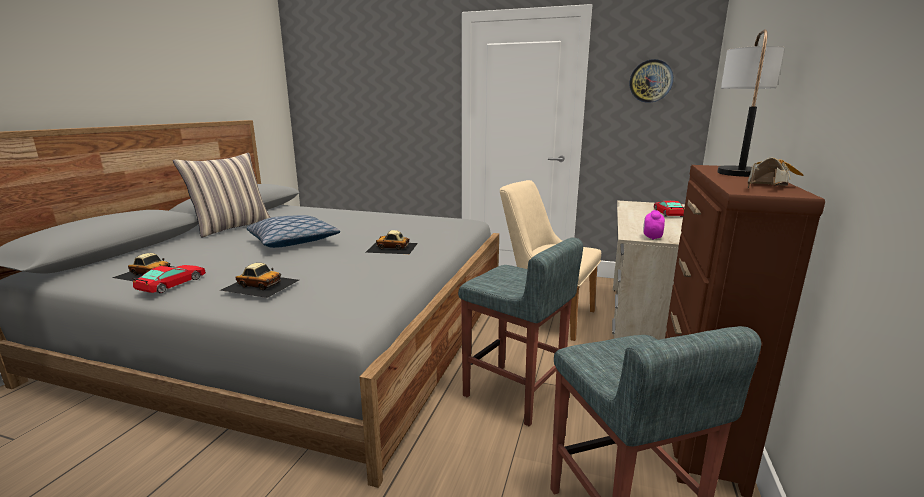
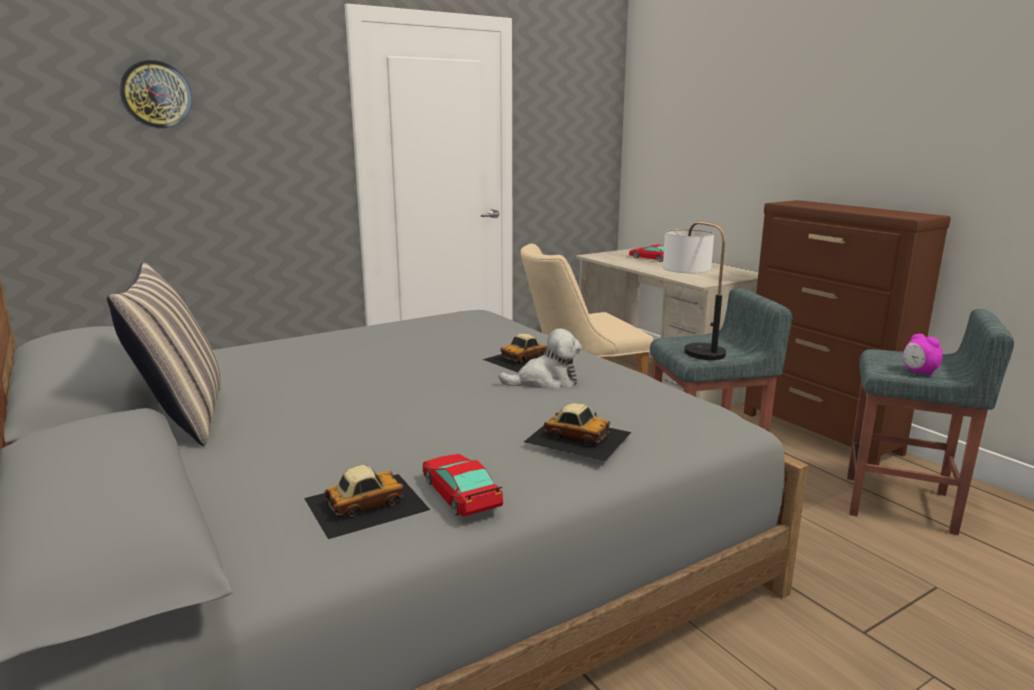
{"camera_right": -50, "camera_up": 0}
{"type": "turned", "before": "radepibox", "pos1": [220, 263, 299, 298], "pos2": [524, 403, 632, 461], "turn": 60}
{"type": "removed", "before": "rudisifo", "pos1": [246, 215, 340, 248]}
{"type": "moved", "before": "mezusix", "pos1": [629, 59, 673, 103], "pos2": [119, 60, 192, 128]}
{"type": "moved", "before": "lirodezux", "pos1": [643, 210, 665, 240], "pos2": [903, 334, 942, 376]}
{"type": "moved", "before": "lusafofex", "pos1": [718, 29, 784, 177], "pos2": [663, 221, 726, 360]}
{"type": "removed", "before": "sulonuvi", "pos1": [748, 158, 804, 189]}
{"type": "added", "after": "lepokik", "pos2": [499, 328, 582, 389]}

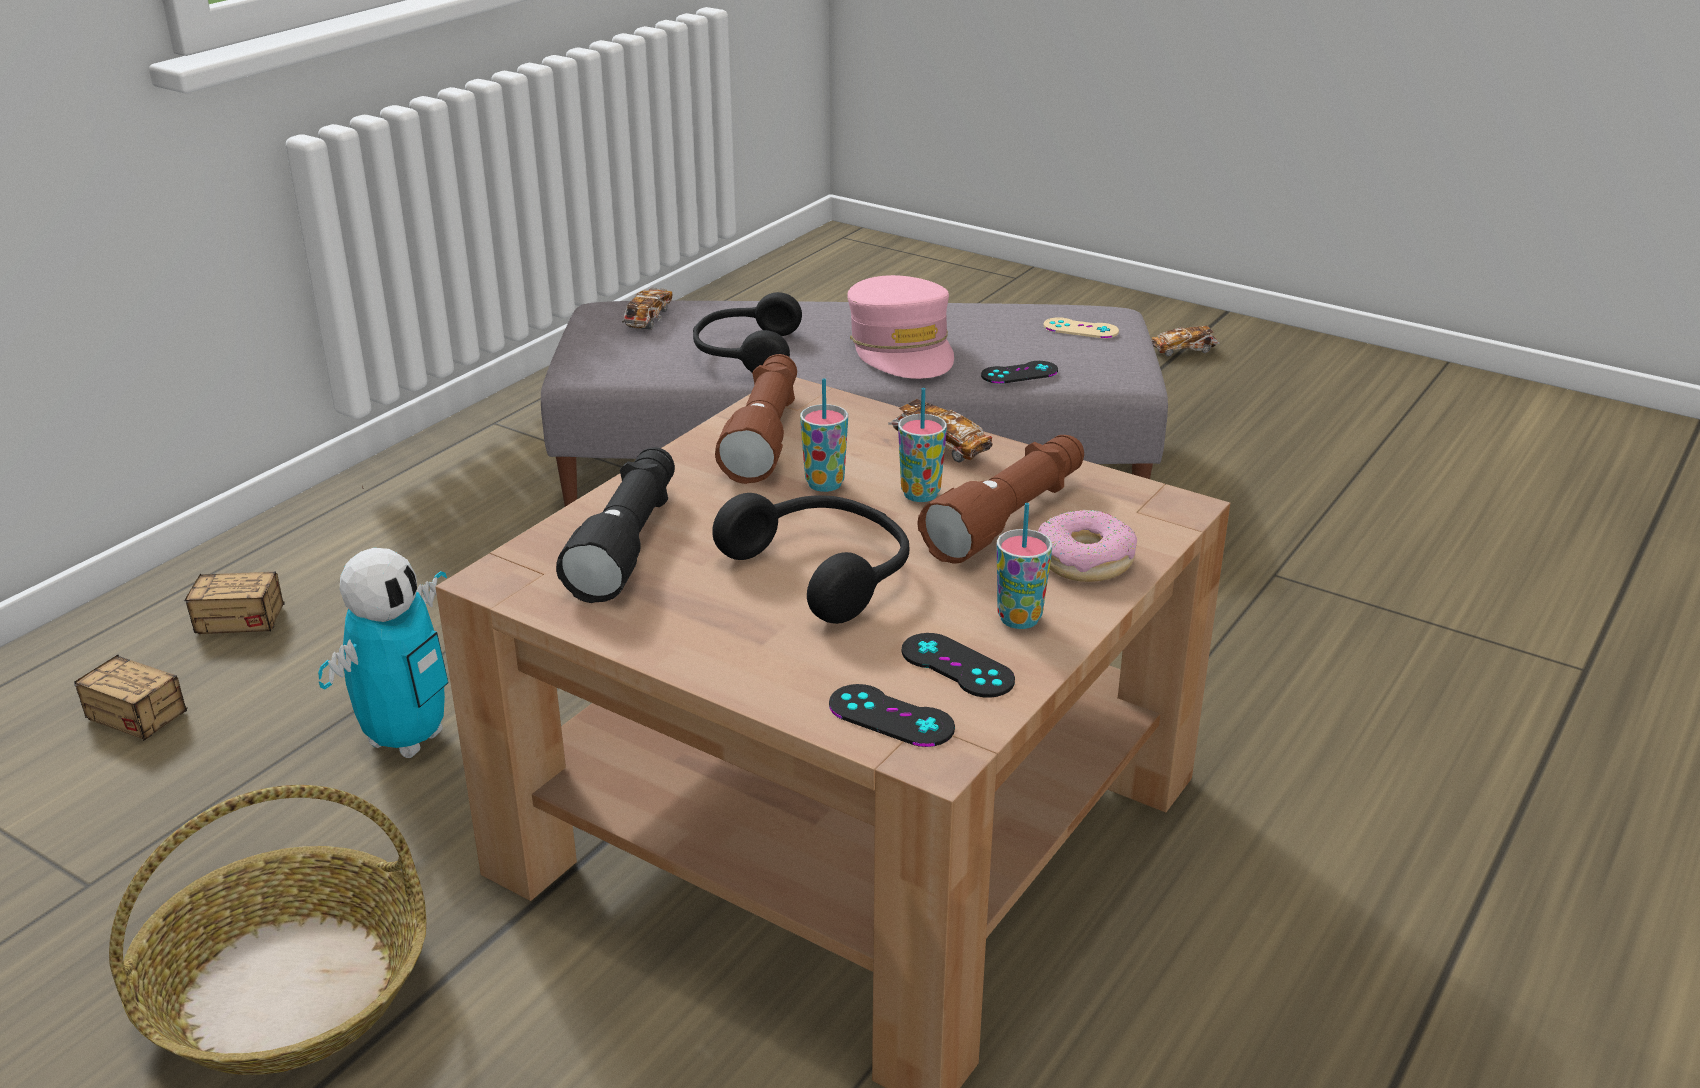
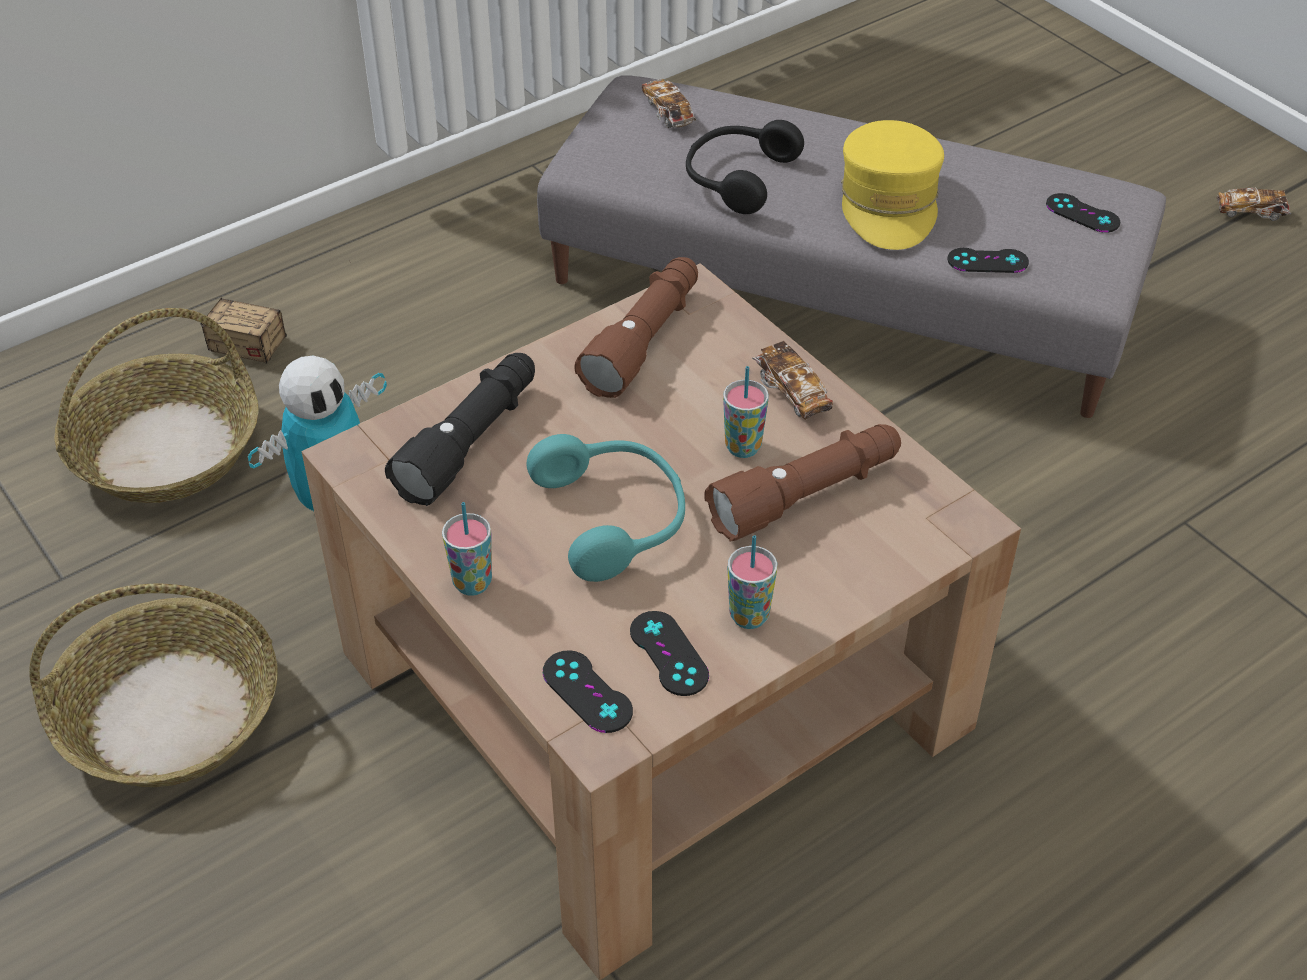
{"camera_right": 20, "camera_up": 15}
{"type": "replaced", "before": "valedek", "after": "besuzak", "pos1": [74, 615, 242, 741], "pos2": [54, 308, 259, 503]}
{"type": "turned", "before": "radepibox", "pos1": [621, 288, 672, 330], "pos2": [642, 79, 696, 128], "turn": -60}
{"type": "recoloured", "before": "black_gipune", "after": "turquoise_gipune", "pos1": [712, 493, 909, 624], "pos2": [526, 434, 685, 582]}
{"type": "moved", "before": "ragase", "pos1": [800, 378, 848, 492], "pos2": [442, 502, 492, 596]}
{"type": "recoloured", "before": "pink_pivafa", "after": "yellow_pivafa", "pos1": [847, 275, 954, 379], "pos2": [841, 120, 944, 250]}
{"type": "removed", "before": "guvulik", "pos1": [1038, 510, 1137, 582]}
{"type": "recoloured", "before": "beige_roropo", "after": "black_roropo", "pos1": [1043, 317, 1119, 338], "pos2": [1046, 193, 1120, 233]}

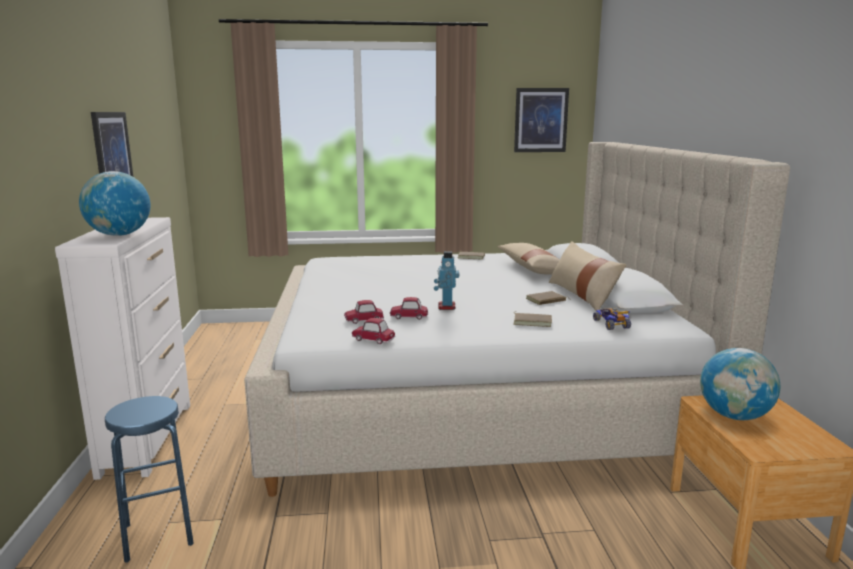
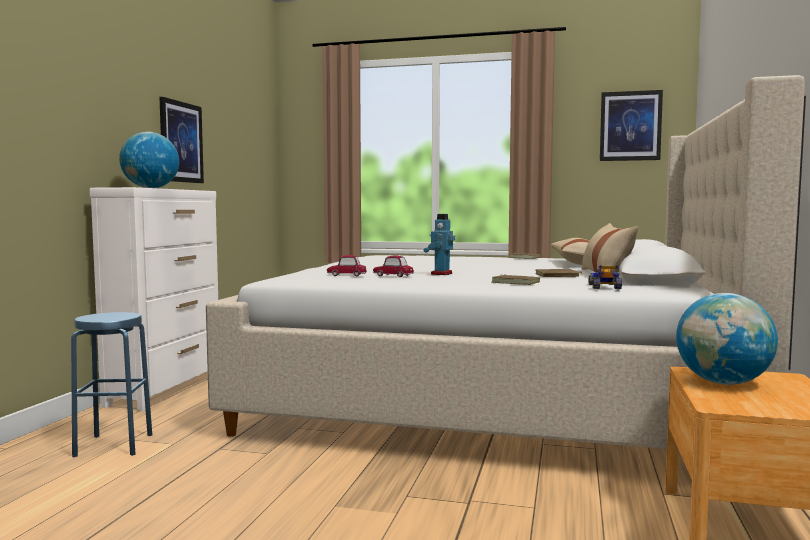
{"camera_right": 20, "camera_up": -10}
{"type": "removed", "before": "radepibox", "pos1": [352, 318, 395, 344]}

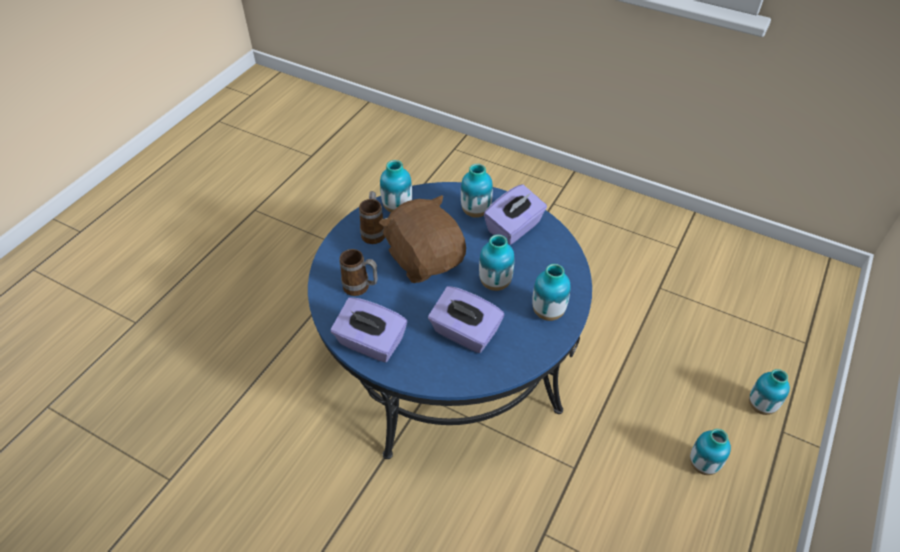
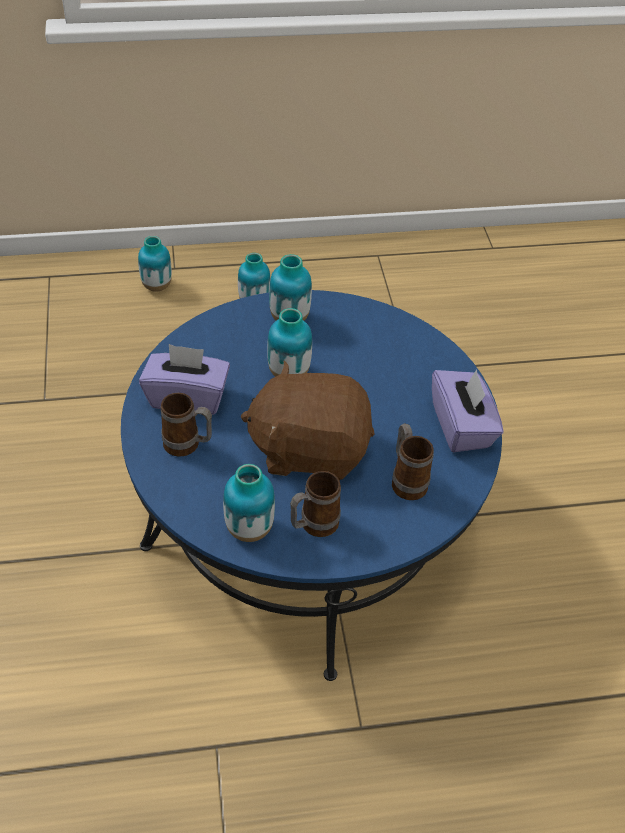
{"camera_right": -130, "camera_up": 0}
{"type": "turned", "before": "brown_lepokik", "pos1": [379, 195, 466, 283], "pos2": [241, 361, 375, 480], "turn": 75}
{"type": "removed", "before": "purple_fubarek", "pos1": [428, 286, 504, 353]}
{"type": "replaced", "before": "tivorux", "after": "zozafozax", "pos1": [461, 164, 493, 218], "pos2": [161, 393, 212, 457]}

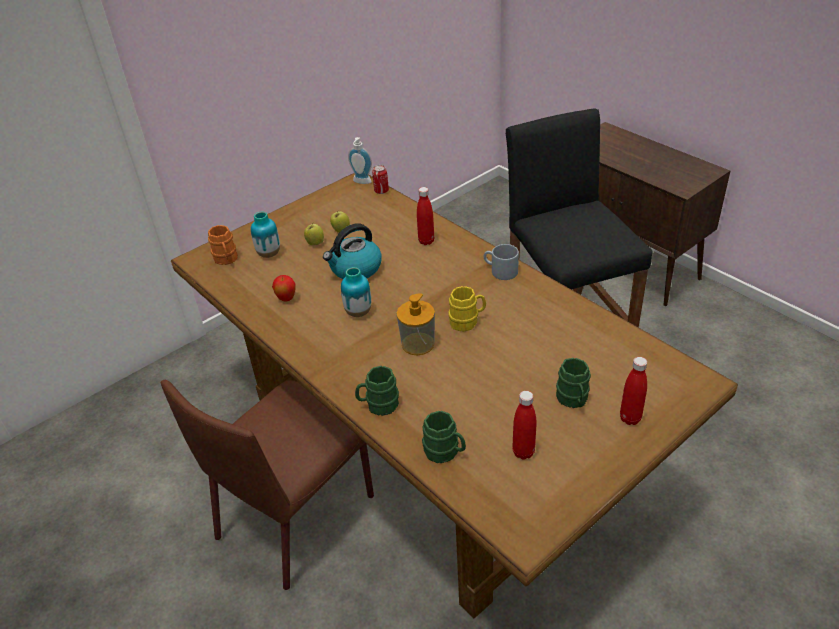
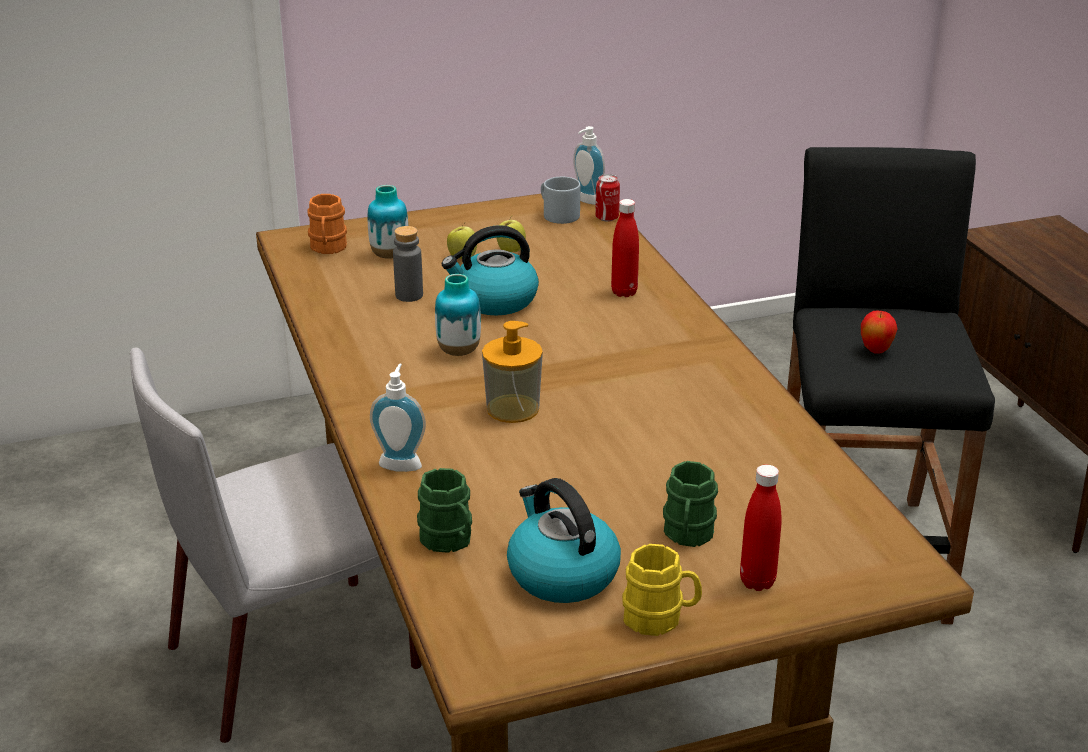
{"camera_right": 20, "camera_up": -10}
{"type": "recoloured", "before": "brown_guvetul", "after": "grey_guvetul", "pos1": [161, 380, 374, 590], "pos2": [130, 348, 422, 743]}
{"type": "moved", "before": "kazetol", "pos1": [272, 275, 295, 302], "pos2": [861, 311, 898, 354]}
{"type": "replaced", "before": "green_zozafozax", "after": "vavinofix", "pos1": [355, 366, 399, 416], "pos2": [370, 364, 426, 472]}
{"type": "moved", "before": "yellow_zozafozax", "pos1": [448, 286, 486, 332], "pos2": [622, 544, 702, 636]}
{"type": "moved", "before": "grey_zozafozax", "pos1": [484, 244, 519, 280], "pos2": [541, 177, 580, 224]}
{"type": "replaced", "before": "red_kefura", "after": "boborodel", "pos1": [512, 391, 536, 460], "pos2": [507, 478, 621, 603]}
{"type": "added", "after": "grey_kefura", "pos2": [393, 226, 423, 302]}

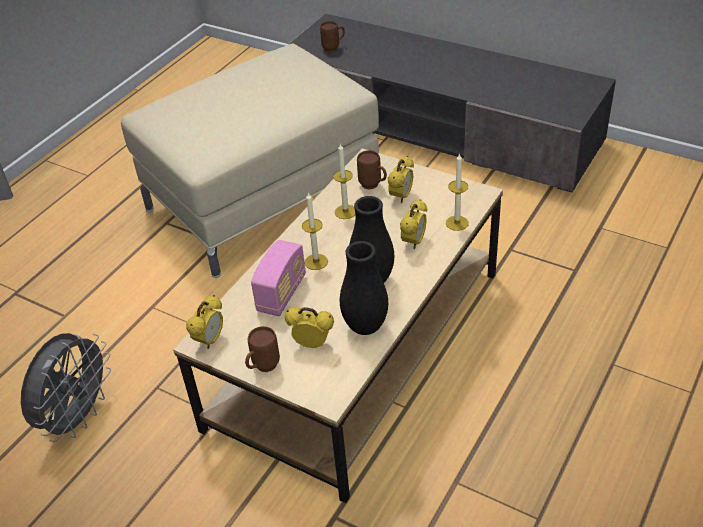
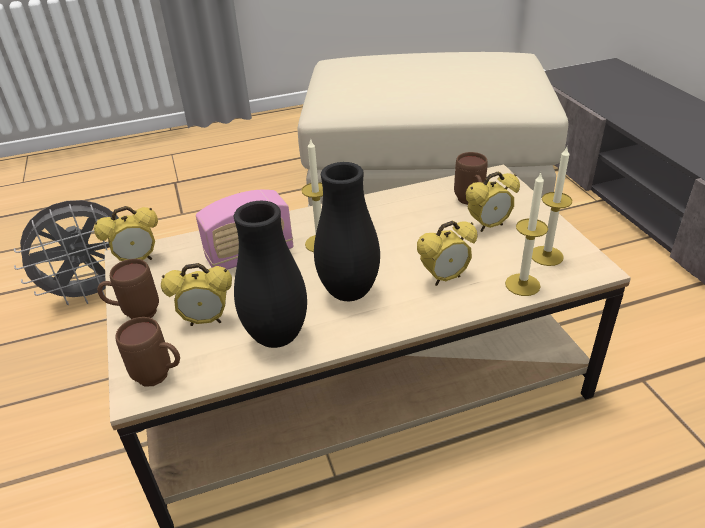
{"camera_right": 40, "camera_up": -5}
{"type": "turned", "before": "lirodezux", "pos1": [285, 307, 334, 348], "pos2": [161, 263, 232, 326], "turn": 120}
{"type": "moved", "before": "brown_zozafozax", "pos1": [320, 21, 345, 53], "pos2": [115, 317, 180, 387]}
{"type": "moved", "before": "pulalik", "pos1": [333, 143, 355, 219], "pos2": [532, 147, 572, 266]}

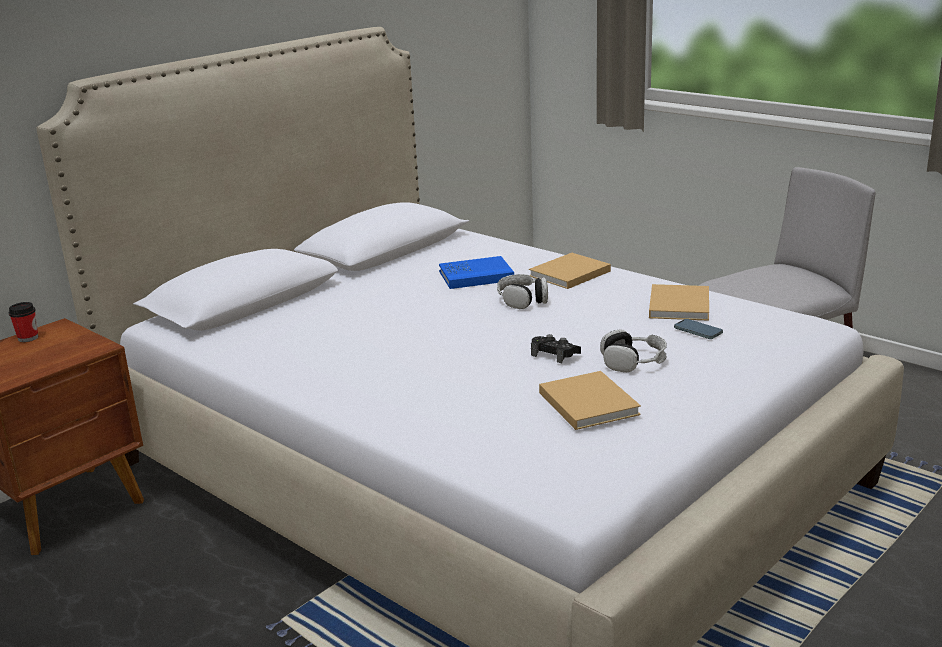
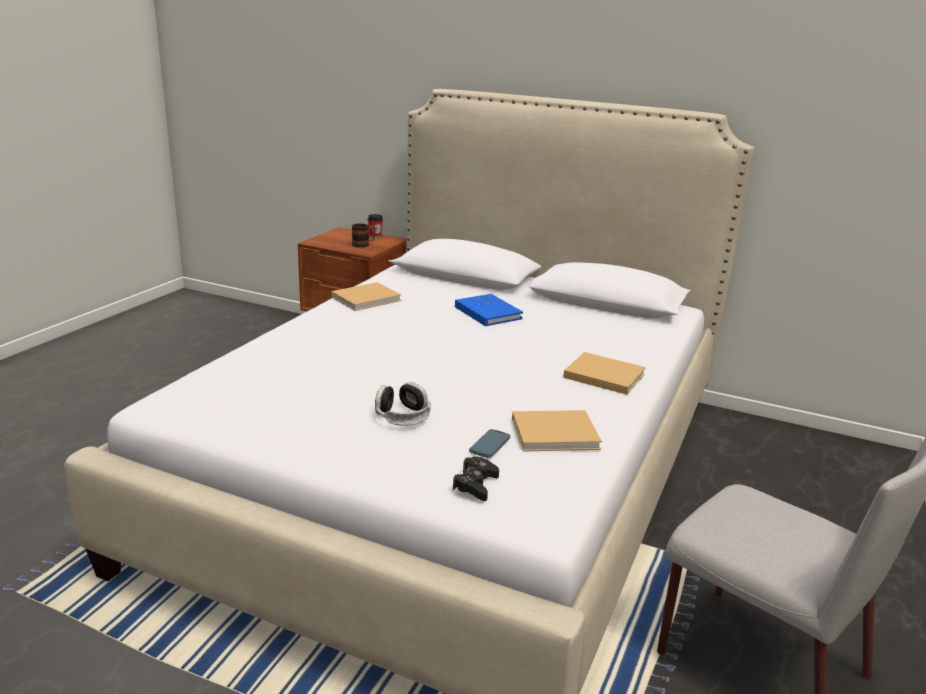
{"camera_right": 70, "camera_up": 0}
{"type": "moved", "before": "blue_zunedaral", "pos1": [439, 256, 514, 289], "pos2": [455, 294, 523, 326]}
{"type": "removed", "before": "gipune", "pos1": [497, 274, 548, 309]}
{"type": "moved", "before": "black_roropo", "pos1": [531, 334, 581, 363], "pos2": [453, 457, 499, 501]}
{"type": "moved", "before": "beige_zunedaral", "pos1": [539, 371, 641, 430], "pos2": [331, 282, 402, 311]}
{"type": "added", "after": "zozafozax", "pos2": [352, 224, 376, 248]}

